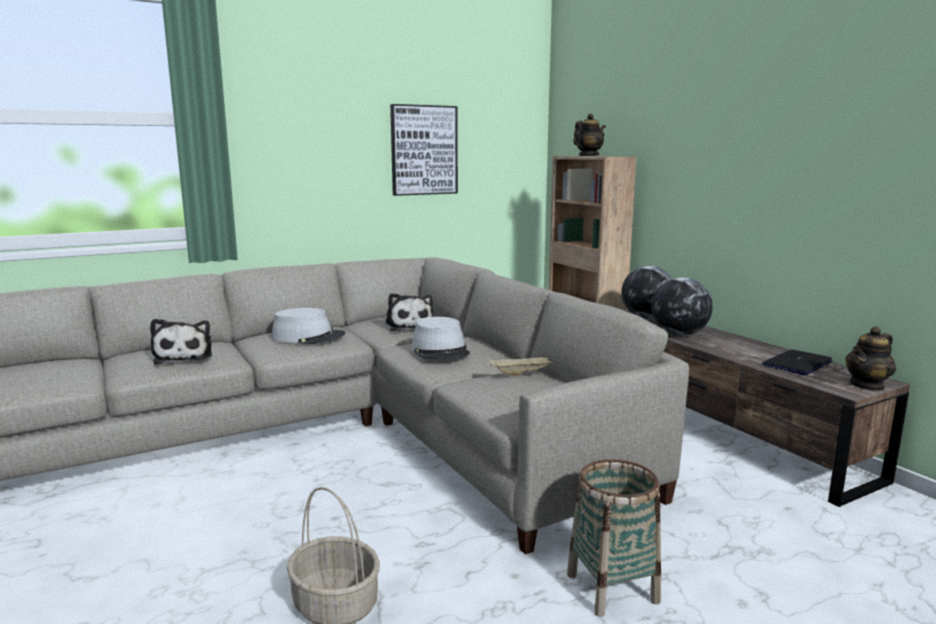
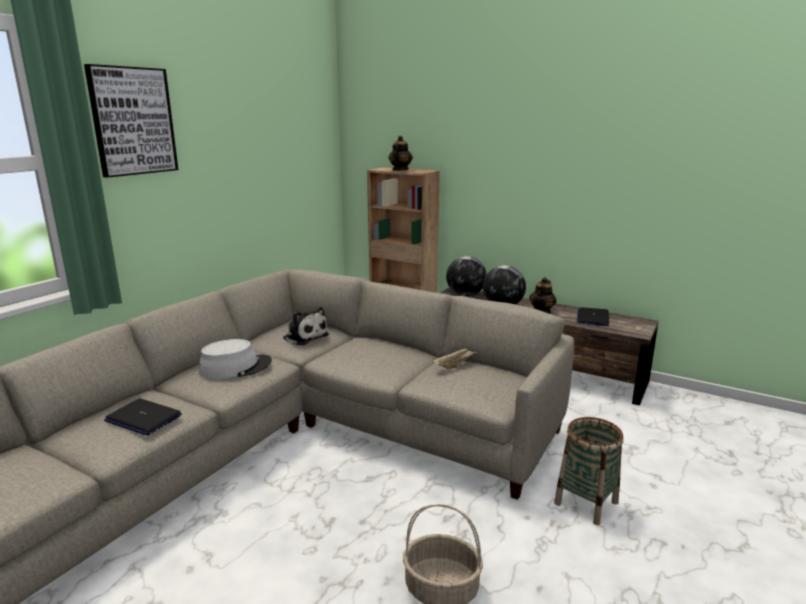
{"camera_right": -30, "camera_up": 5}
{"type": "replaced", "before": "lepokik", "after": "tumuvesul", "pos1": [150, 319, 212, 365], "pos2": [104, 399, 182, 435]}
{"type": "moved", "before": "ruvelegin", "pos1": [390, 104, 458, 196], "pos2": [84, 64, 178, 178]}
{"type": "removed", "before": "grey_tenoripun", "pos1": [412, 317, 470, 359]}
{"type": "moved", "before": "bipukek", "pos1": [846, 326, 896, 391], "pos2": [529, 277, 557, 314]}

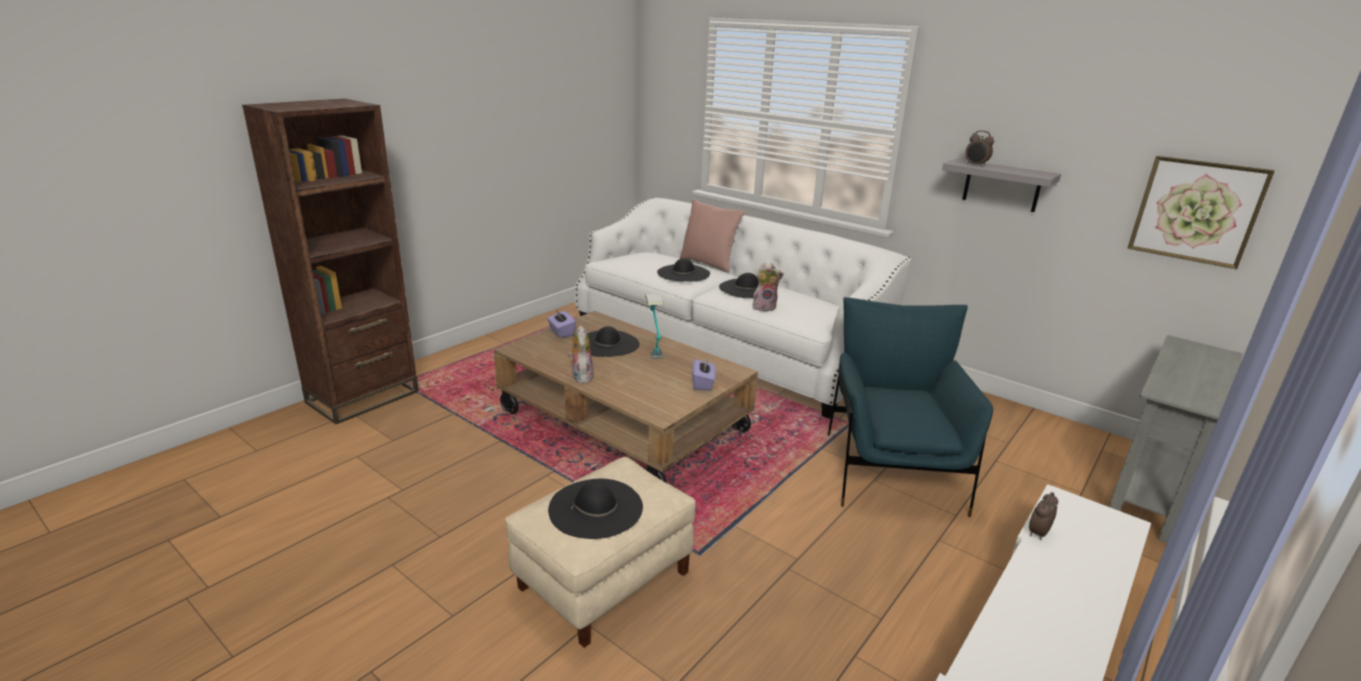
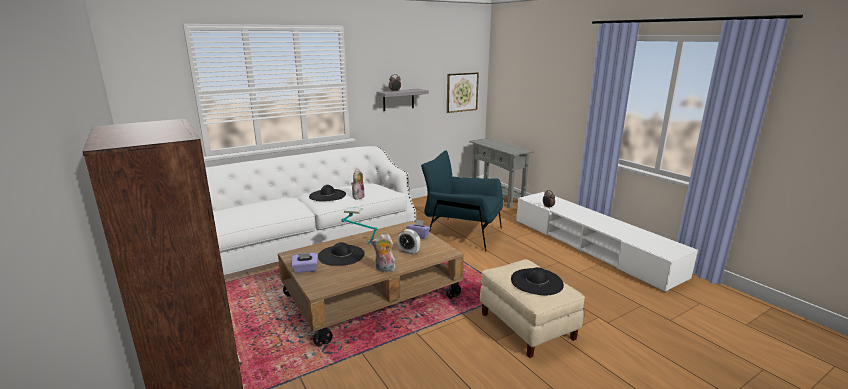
{"camera_right": -70, "camera_up": -5}
{"type": "removed", "before": "black_tenoripun", "pos1": [657, 258, 710, 282]}
{"type": "removed", "before": "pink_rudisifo", "pos1": [679, 199, 745, 273]}
{"type": "added", "after": "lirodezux", "pos2": [398, 229, 420, 255]}

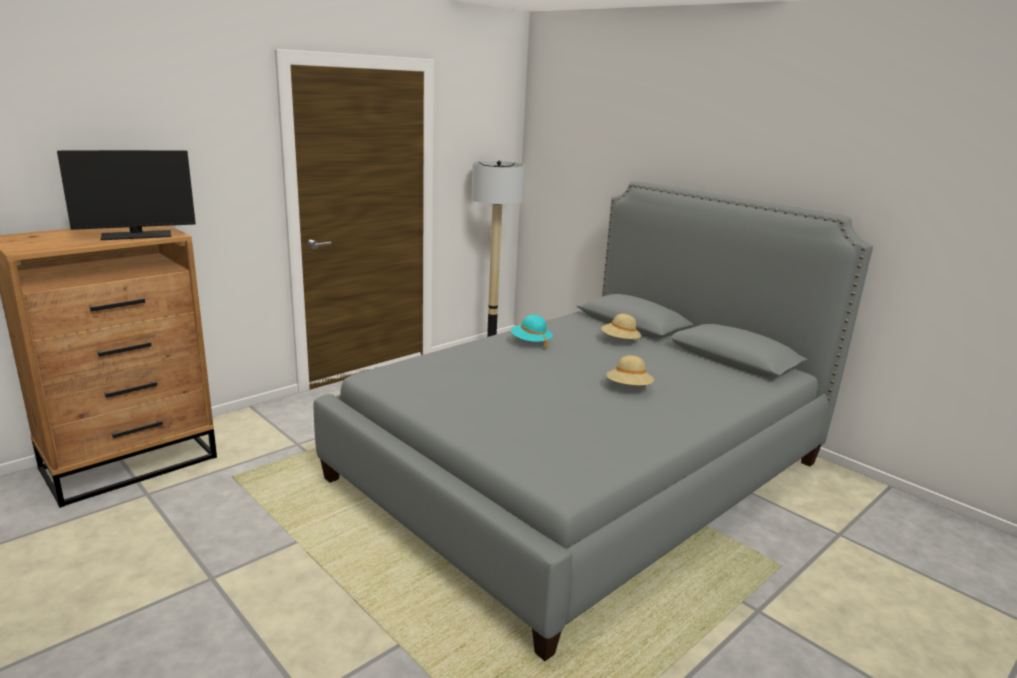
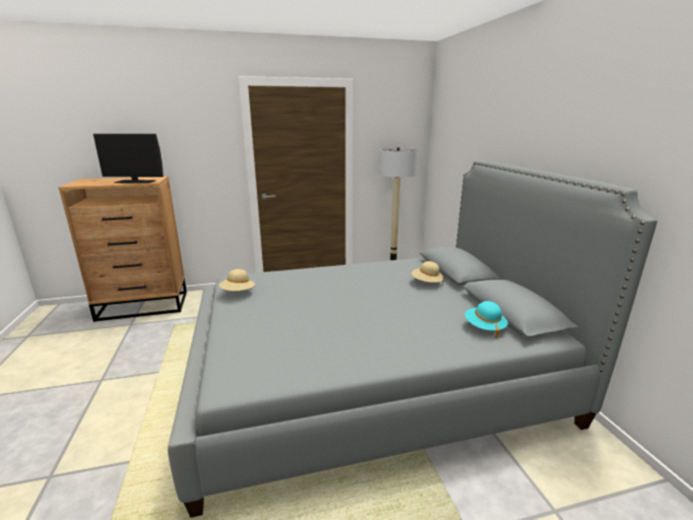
{"camera_right": 30, "camera_up": 0}
{"type": "moved", "before": "turquoise_tenoripun", "pos1": [511, 315, 553, 349], "pos2": [465, 301, 508, 338]}
{"type": "moved", "before": "beige_tenoripun", "pos1": [606, 355, 654, 385], "pos2": [219, 269, 255, 291]}

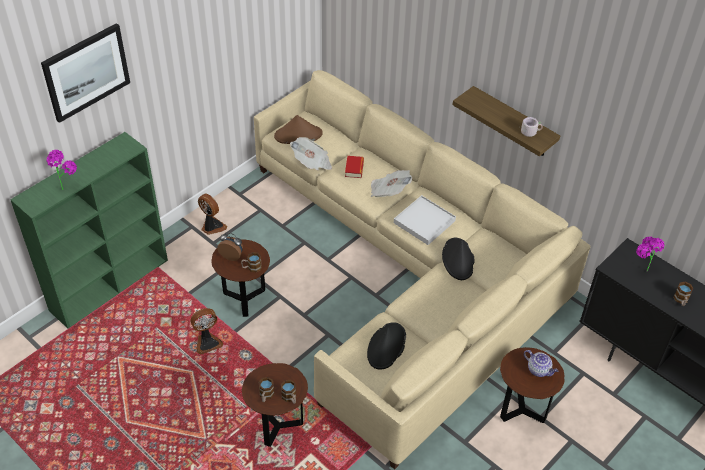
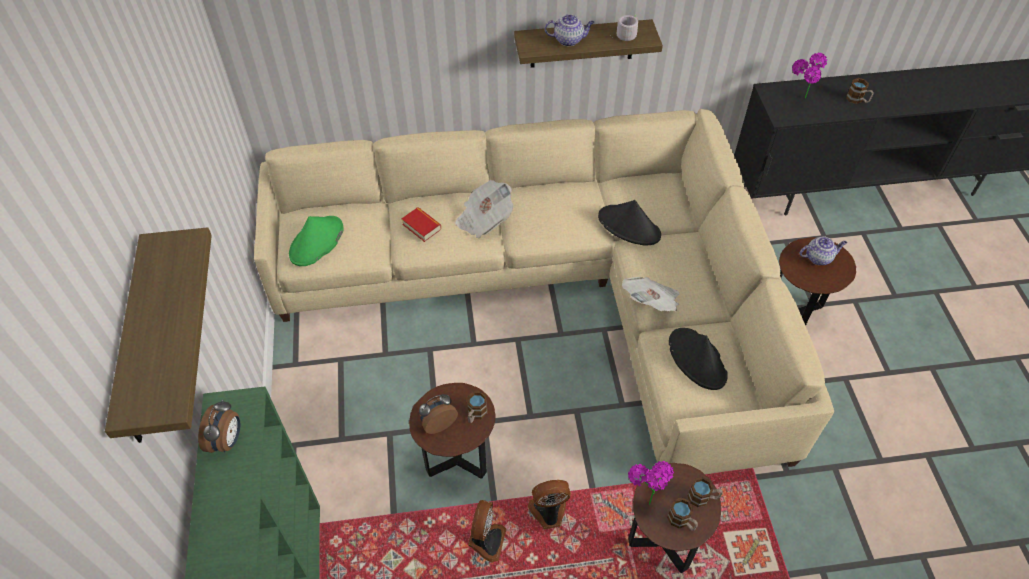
{"camera_right": -50, "camera_up": 5}
{"type": "replaced", "before": "ruvelegin", "after": "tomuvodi", "pos1": [41, 23, 130, 123], "pos2": [105, 227, 212, 443]}
{"type": "moved", "before": "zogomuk", "pos1": [46, 150, 77, 190], "pos2": [628, 461, 674, 505]}
{"type": "moved", "before": "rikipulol", "pos1": [198, 194, 227, 235], "pos2": [528, 480, 571, 529]}
{"type": "recoloured", "before": "brown_tenoripun", "after": "green_tenoripun", "pos1": [274, 115, 323, 144], "pos2": [289, 216, 344, 266]}
{"type": "moved", "before": "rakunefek", "pos1": [290, 137, 332, 170], "pos2": [622, 277, 680, 311]}
{"type": "removed", "before": "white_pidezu", "pos1": [394, 195, 456, 245]}
{"type": "added", "after": "lirodezux", "pos2": [198, 400, 241, 453]}
{"type": "added", "after": "bipukek", "pos2": [545, 14, 594, 46]}

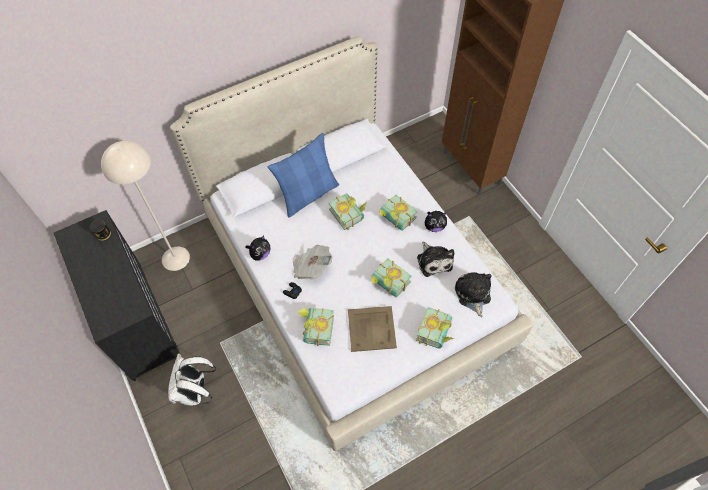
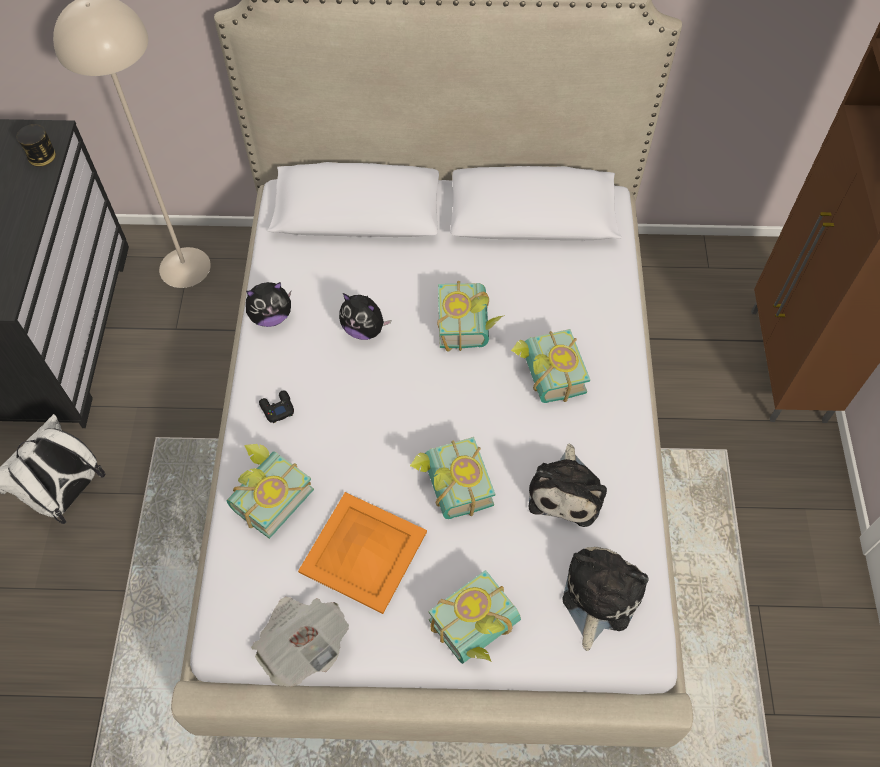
{"camera_right": 30, "camera_up": 0}
{"type": "removed", "before": "blue_rudisifo", "pos1": [268, 133, 339, 218]}
{"type": "moved", "before": "rakunefek", "pos1": [293, 245, 332, 280], "pos2": [251, 597, 349, 686]}
{"type": "recoloured", "before": "beige_pidezu", "after": "orange_pidezu", "pos1": [348, 306, 397, 352], "pos2": [298, 492, 427, 614]}
{"type": "moved", "before": "lepokik", "pos1": [425, 211, 448, 232], "pos2": [339, 293, 391, 340]}

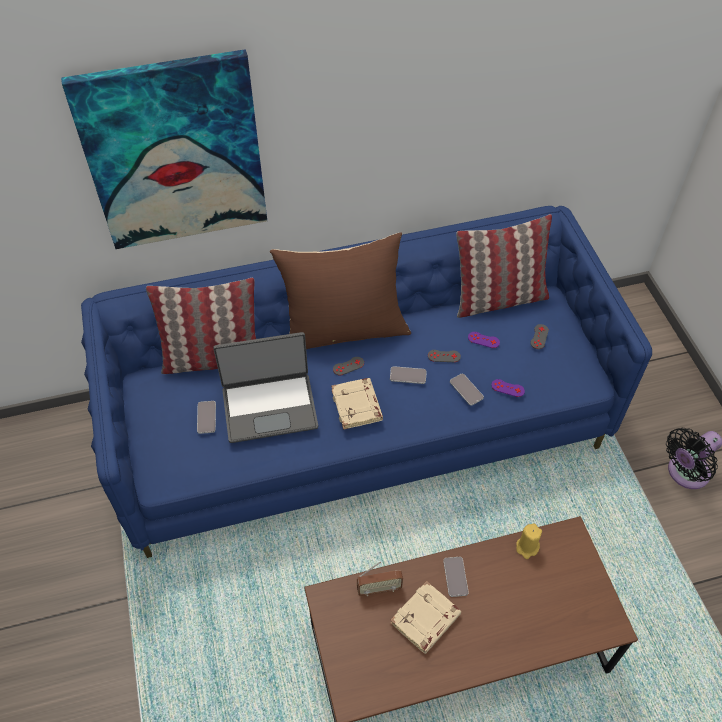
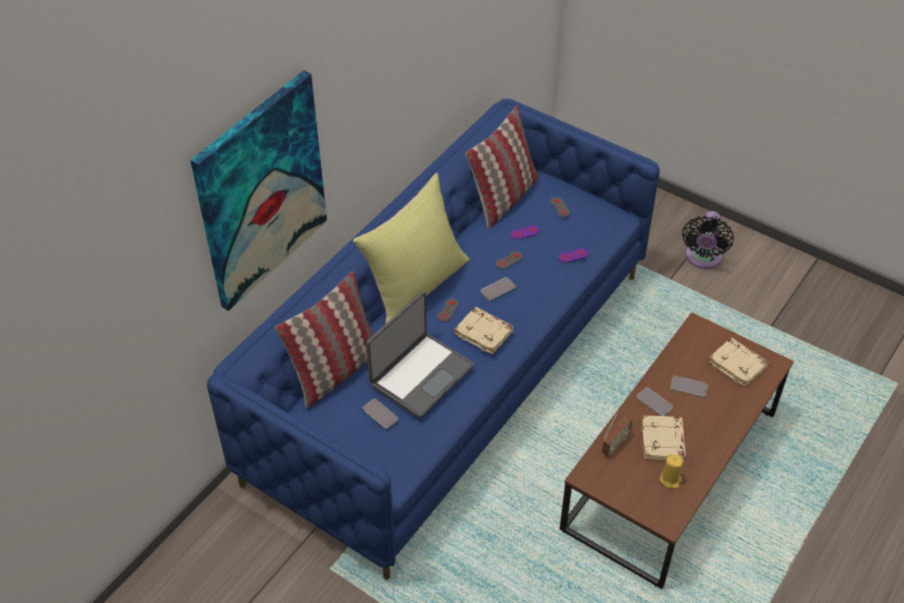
{"camera_right": -40, "camera_up": -5}
{"type": "recoloured", "before": "brown_rudisifo", "after": "yellow_rudisifo", "pos1": [270, 232, 411, 349], "pos2": [353, 173, 470, 324]}
{"type": "moved", "before": "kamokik", "pos1": [450, 374, 484, 406], "pos2": [671, 376, 708, 397]}
{"type": "moved", "before": "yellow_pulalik", "pos1": [516, 524, 542, 559], "pos2": [660, 454, 683, 489]}
{"type": "added", "after": "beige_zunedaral", "pos2": [708, 338, 769, 388]}

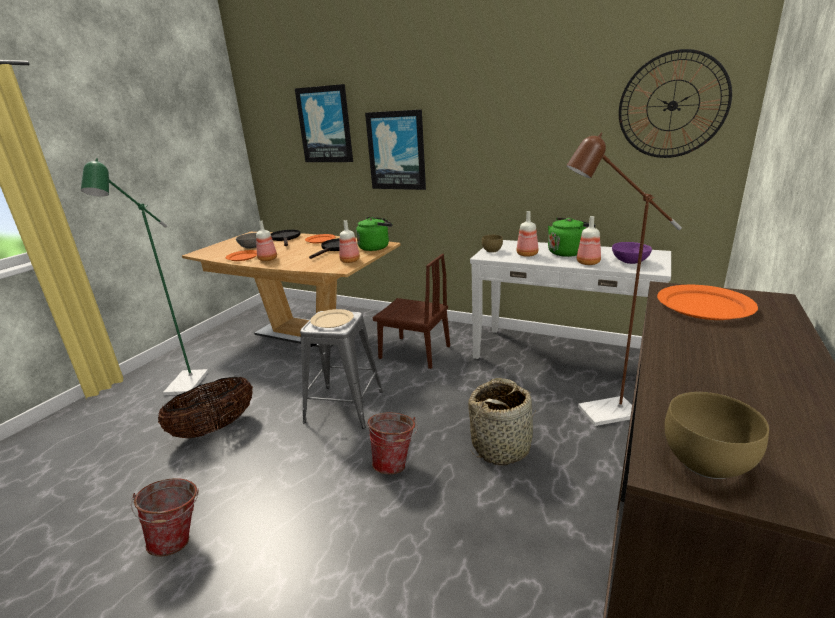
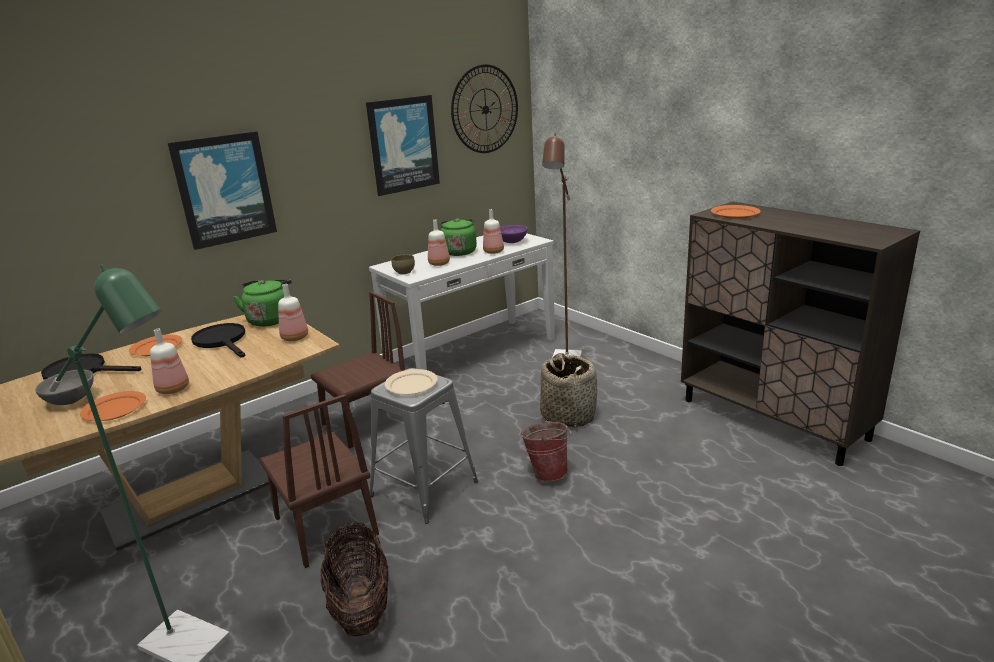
{"camera_right": -65, "camera_up": 0}
{"type": "removed", "before": "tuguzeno", "pos1": [131, 478, 199, 556]}
{"type": "moved", "before": "ruvelegin", "pos1": [295, 84, 353, 162], "pos2": [366, 95, 440, 196]}
{"type": "removed", "before": "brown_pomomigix", "pos1": [664, 392, 769, 479]}
{"type": "added", "after": "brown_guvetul", "pos2": [259, 394, 379, 568]}

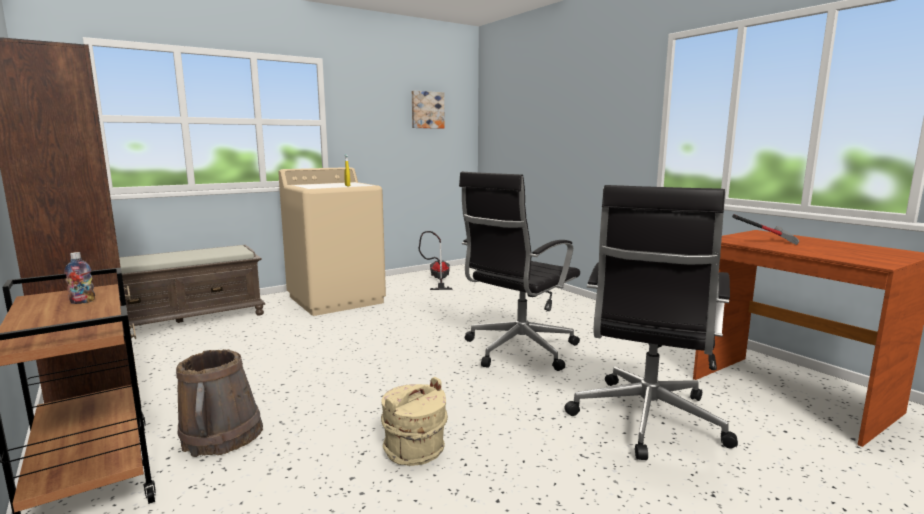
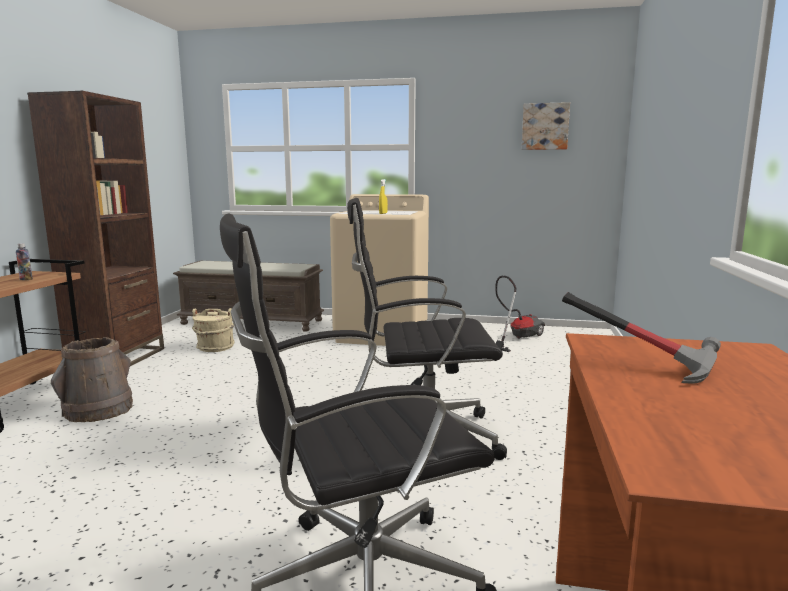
{"camera_right": 45, "camera_up": 0}
{"type": "moved", "before": "beige_tuguzeno", "pos1": [381, 377, 448, 466], "pos2": [192, 308, 234, 352]}

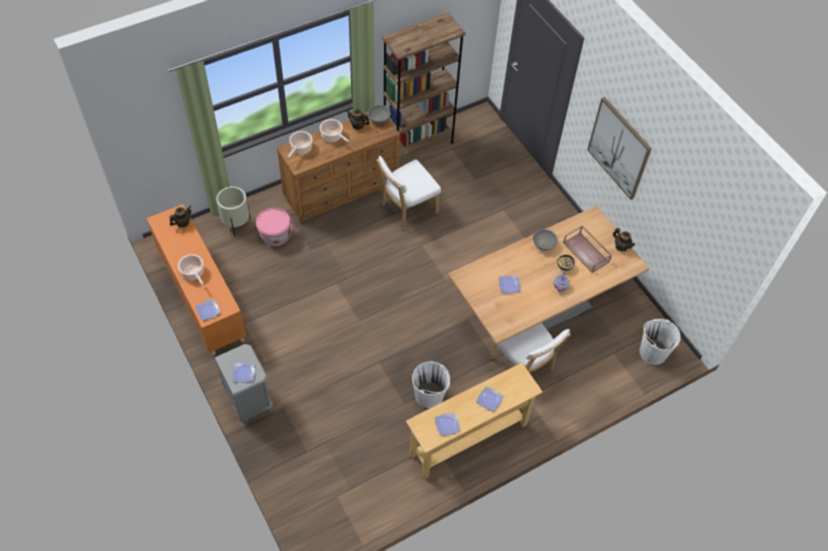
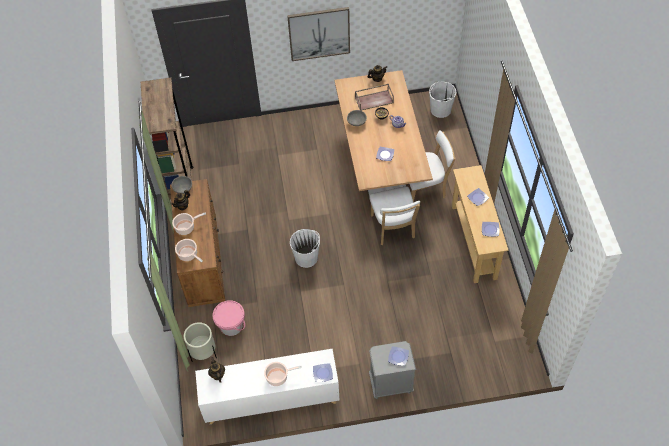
{"camera_right": -65, "camera_up": 0}
{"type": "recoloured", "before": "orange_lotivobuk", "after": "white_lotivobuk", "pos1": [146, 204, 246, 355], "pos2": [195, 349, 340, 424]}
{"type": "moved", "before": "white_guvetul", "pos1": [377, 156, 441, 230], "pos2": [369, 186, 420, 245]}
{"type": "moved", "before": "white_tuguzeno", "pos1": [412, 362, 450, 409], "pos2": [290, 229, 320, 268]}

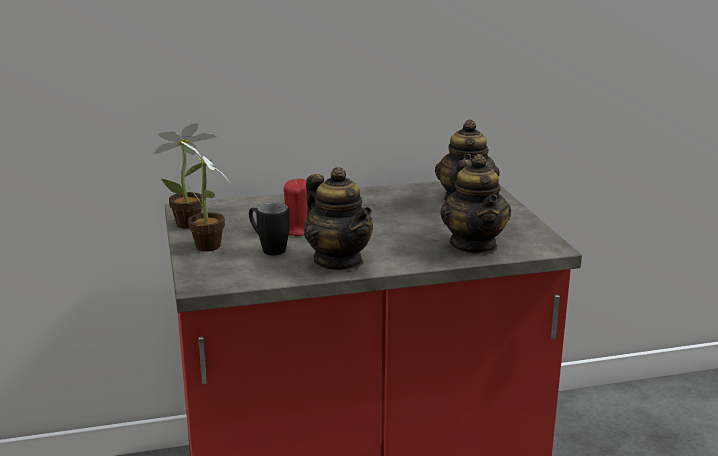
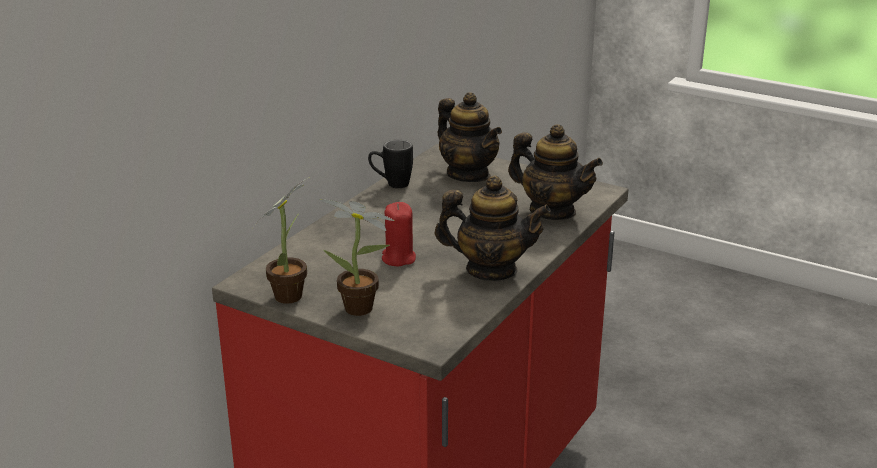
{"camera_right": -45, "camera_up": 5}
{"type": "moved", "before": "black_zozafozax", "pos1": [249, 202, 290, 256], "pos2": [368, 140, 413, 188]}

